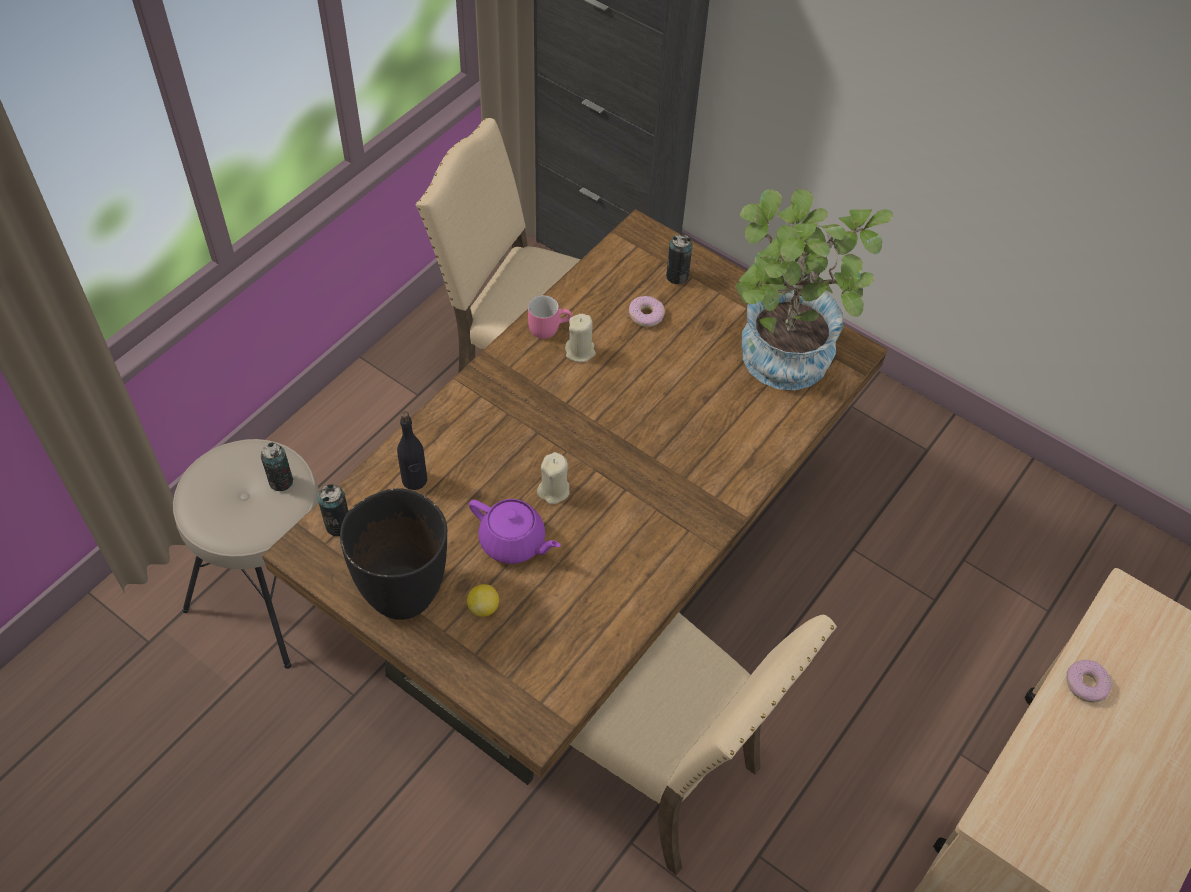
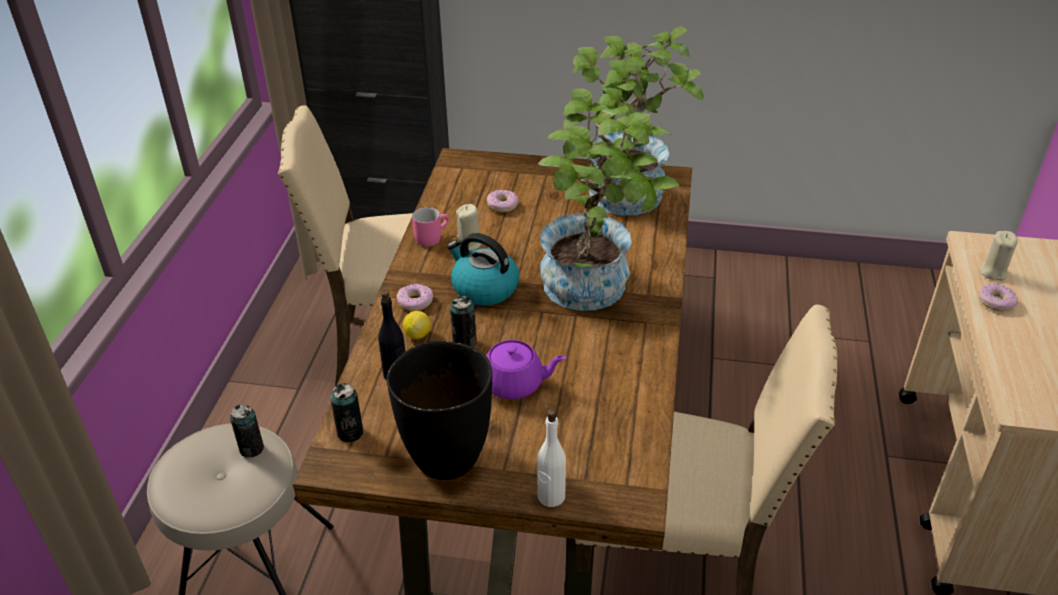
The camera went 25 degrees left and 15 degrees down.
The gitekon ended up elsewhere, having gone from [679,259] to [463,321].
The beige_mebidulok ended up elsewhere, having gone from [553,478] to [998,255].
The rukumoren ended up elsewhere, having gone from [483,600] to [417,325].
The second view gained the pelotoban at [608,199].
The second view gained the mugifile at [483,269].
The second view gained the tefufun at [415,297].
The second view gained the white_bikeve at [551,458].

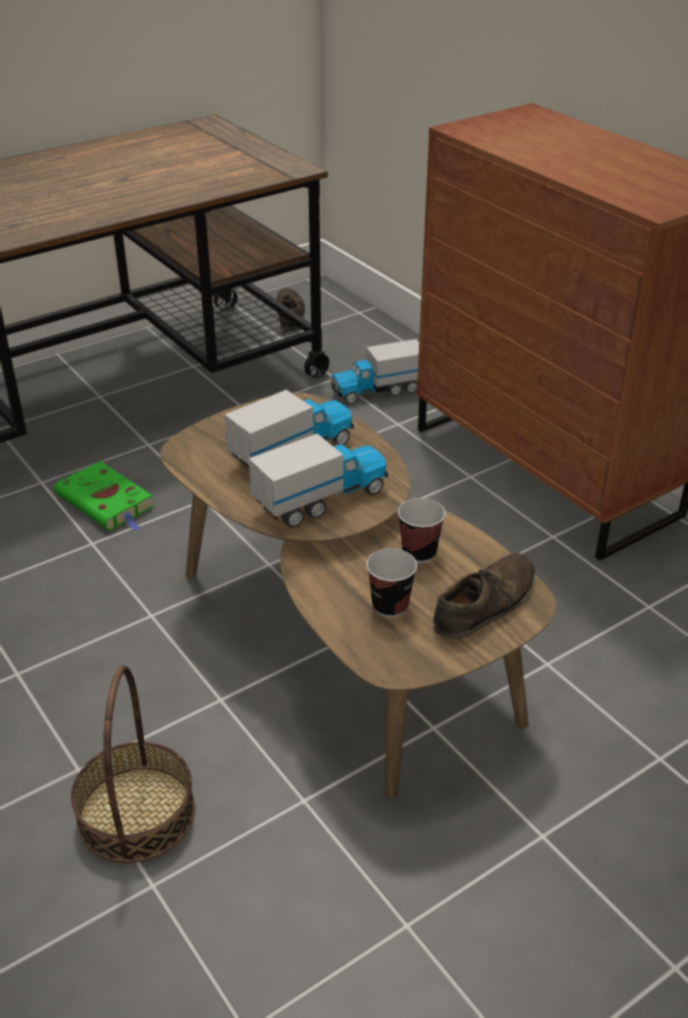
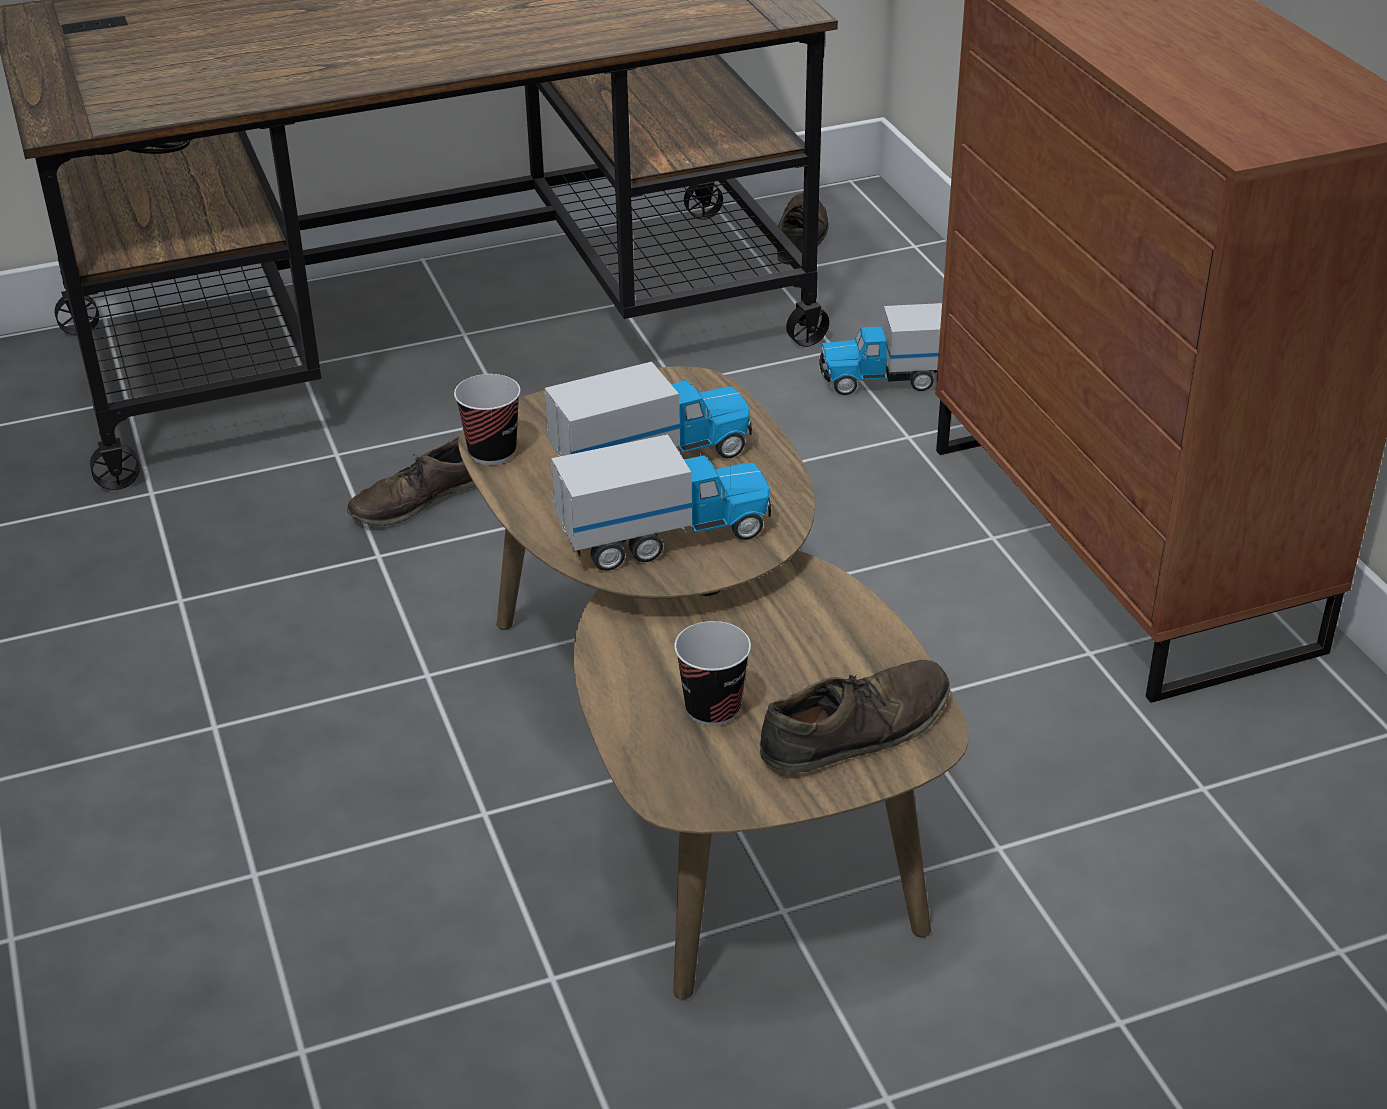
The camera went 15 degrees right and 0 degrees up.
Where the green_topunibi stood at [104,496], the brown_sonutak came to stand at [411,481].
The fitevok ended up elsewhere, having gone from [421,530] to [487,419].
The second view lost the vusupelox at [133,764].

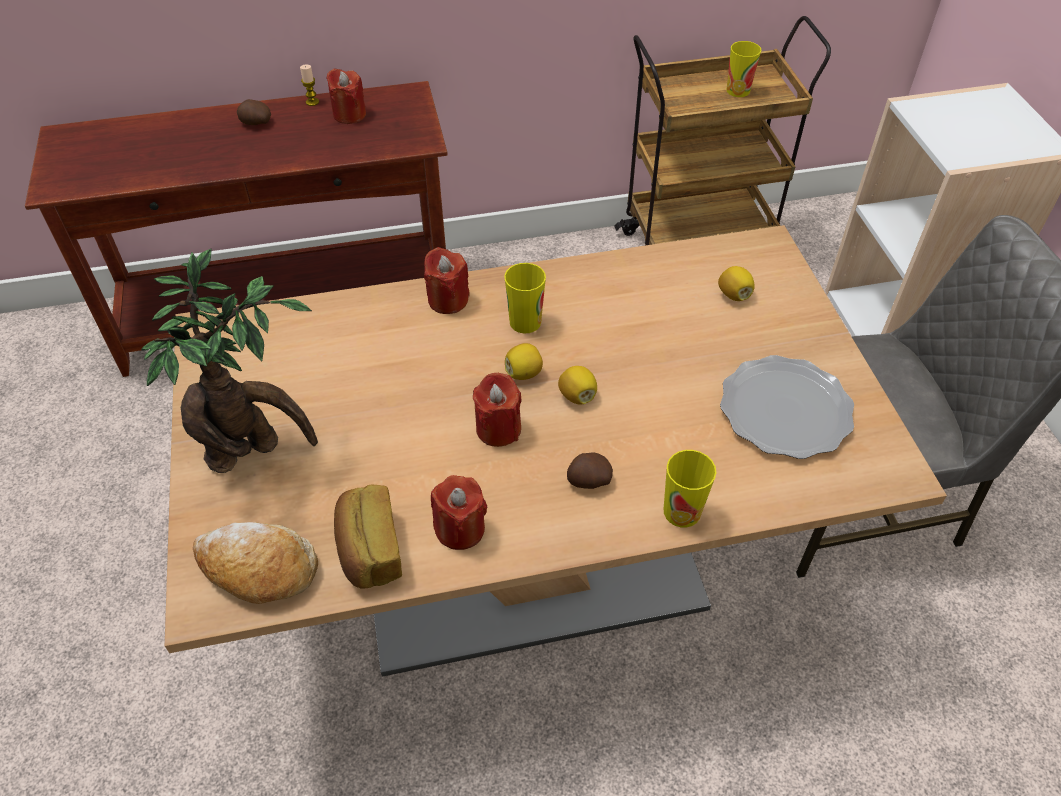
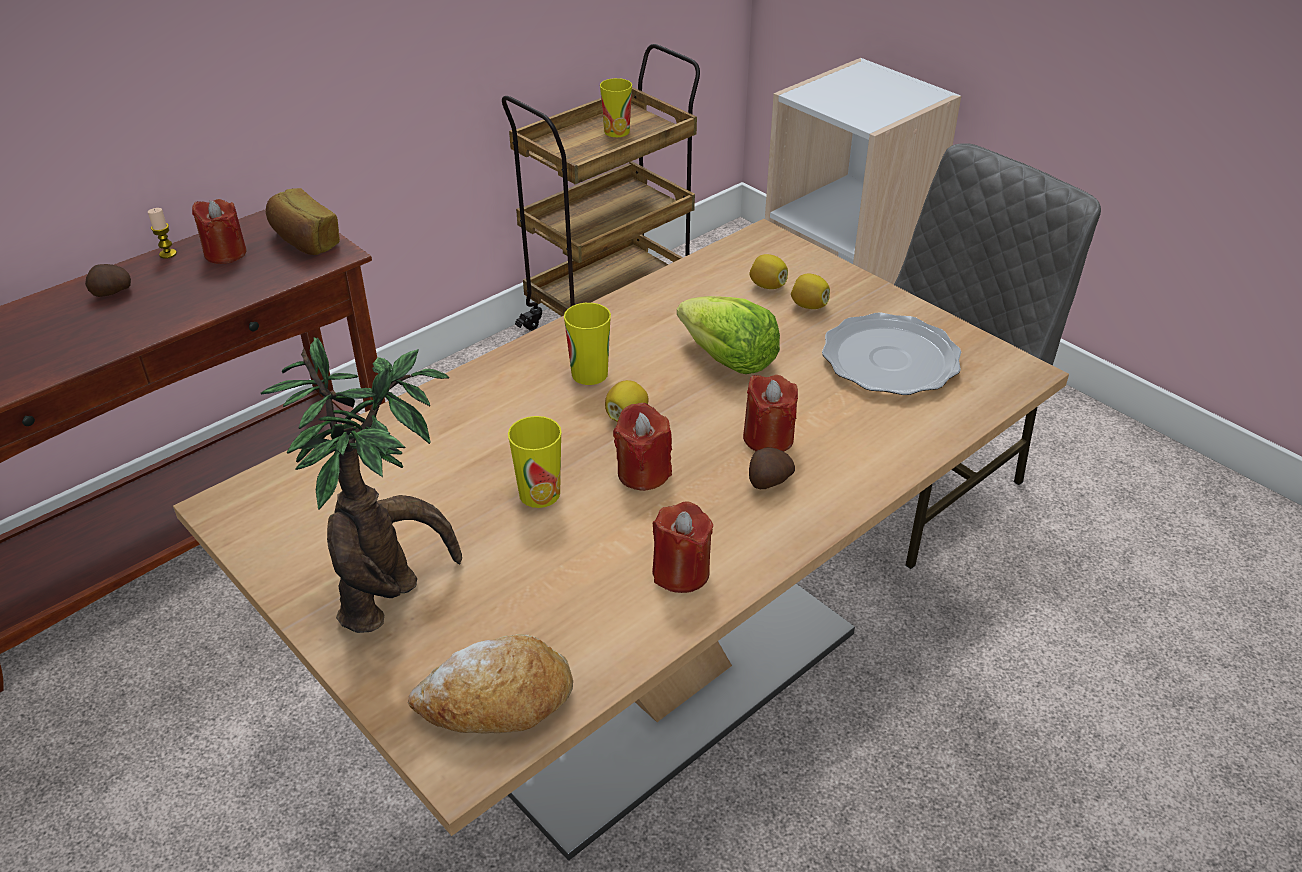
The camera went 30 degrees left and 10 degrees down.
The red_mebidulok ended up elsewhere, having gone from [447,280] to [770,413].
The rukumoren ended up elsewhere, having gone from [577,385] to [810,291].
The fitevok ended up elsewhere, having gone from [690,489] to [535,462].
The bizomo ended up elsewhere, having gone from [368,536] to [303,221].
The second view gained the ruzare at [728,335].

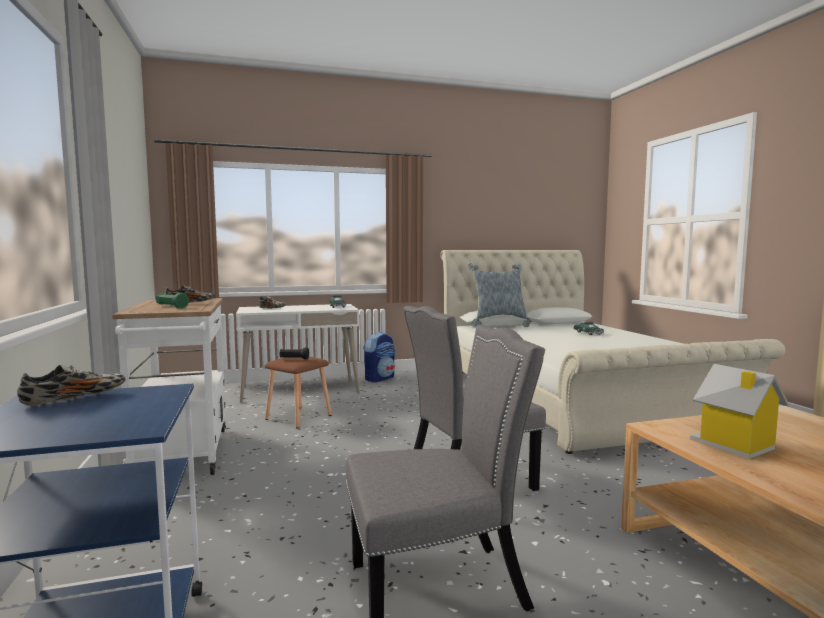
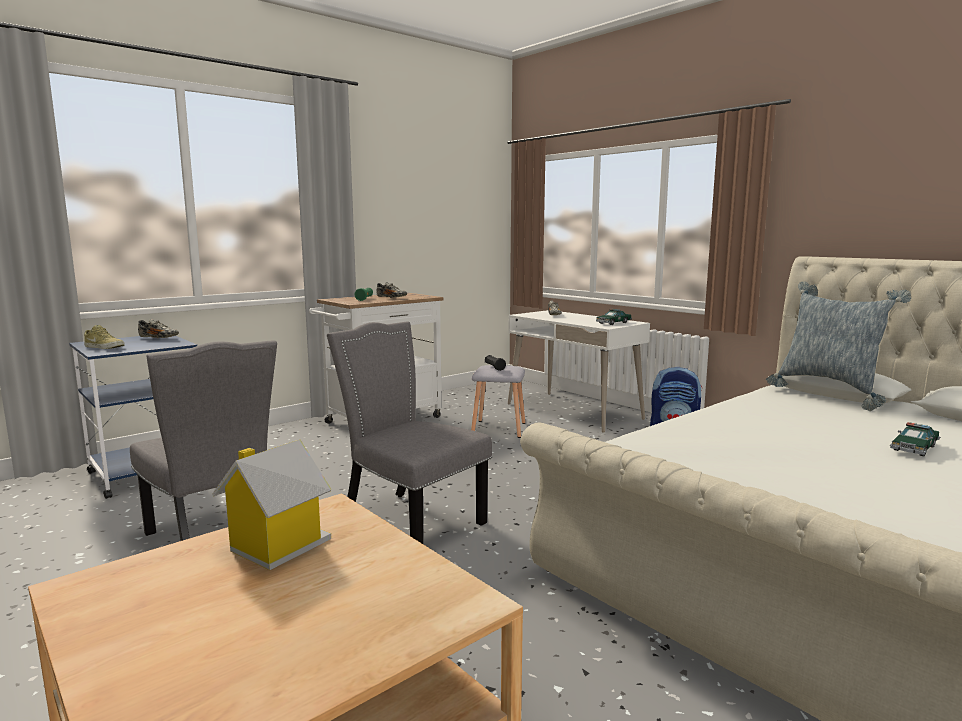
The camera went 65 degrees right and 5 degrees up.
What was the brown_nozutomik at [298,393] turned into the grey_nozutomik at [498,401].
The second view gained the beige_sonutak at [104,337].

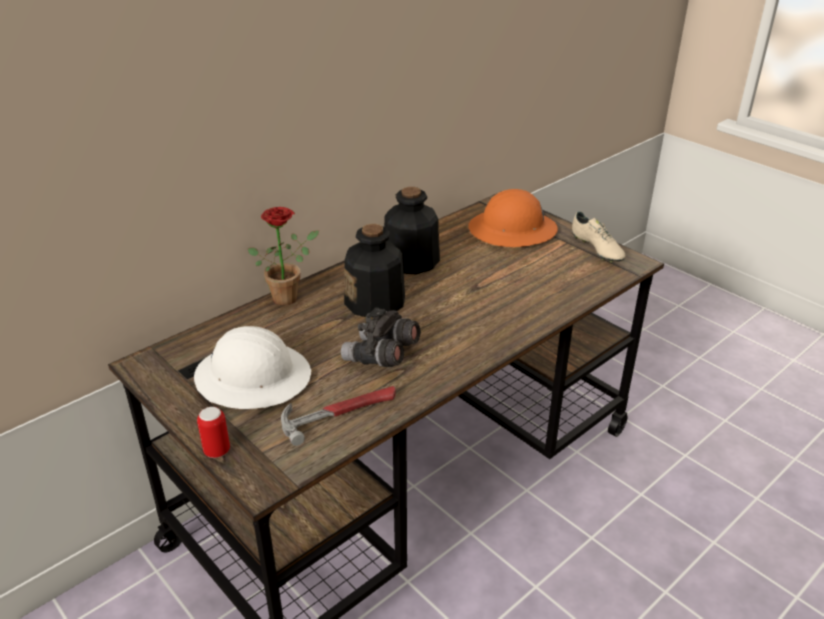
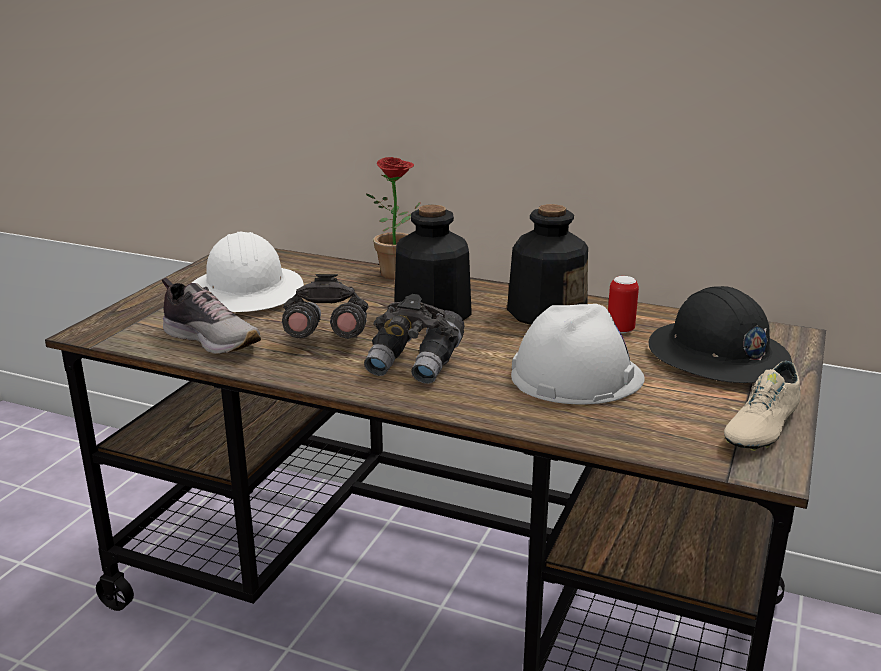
The camera went 65 degrees right and 10 degrees down.
What was the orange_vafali at [513,218] turned into the black_vafali at [720,334].
Where the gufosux stood at [338,416], the sonutak came to stand at [211,316].
The gitekon ended up elsewhere, having gone from [213,432] to [623,305].
The second view gained the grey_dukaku at [414,339].
The second view gained the white_vafali at [578,354].

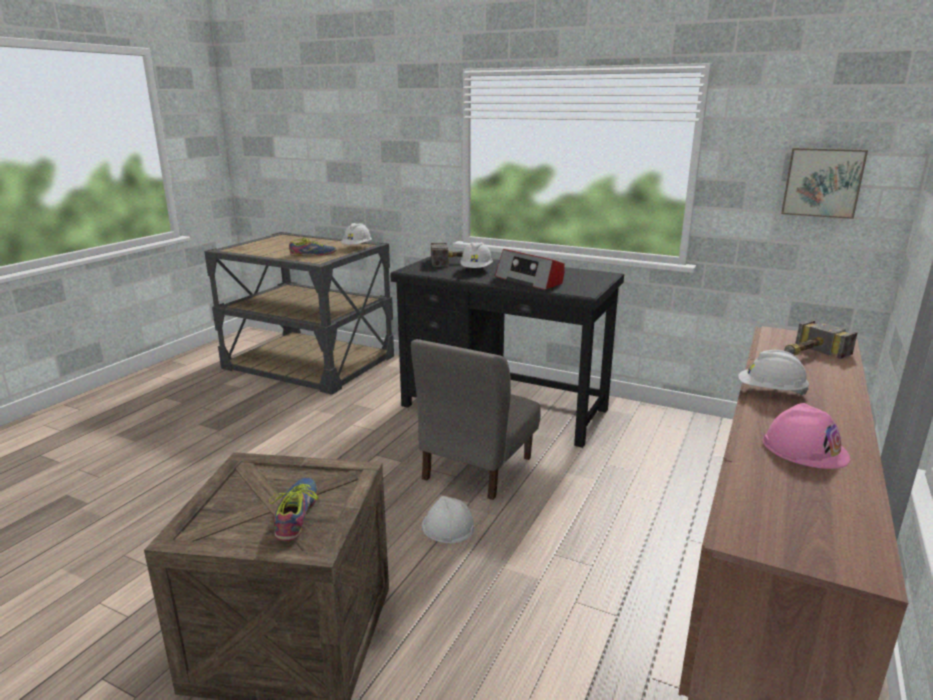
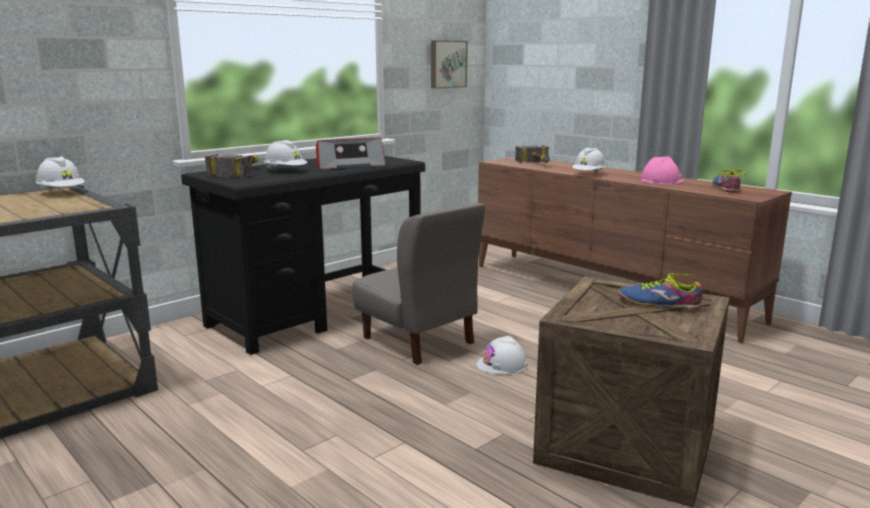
The camera went 70 degrees left and 5 degrees down.
The sonutak ended up elsewhere, having gone from [312,246] to [729,181].

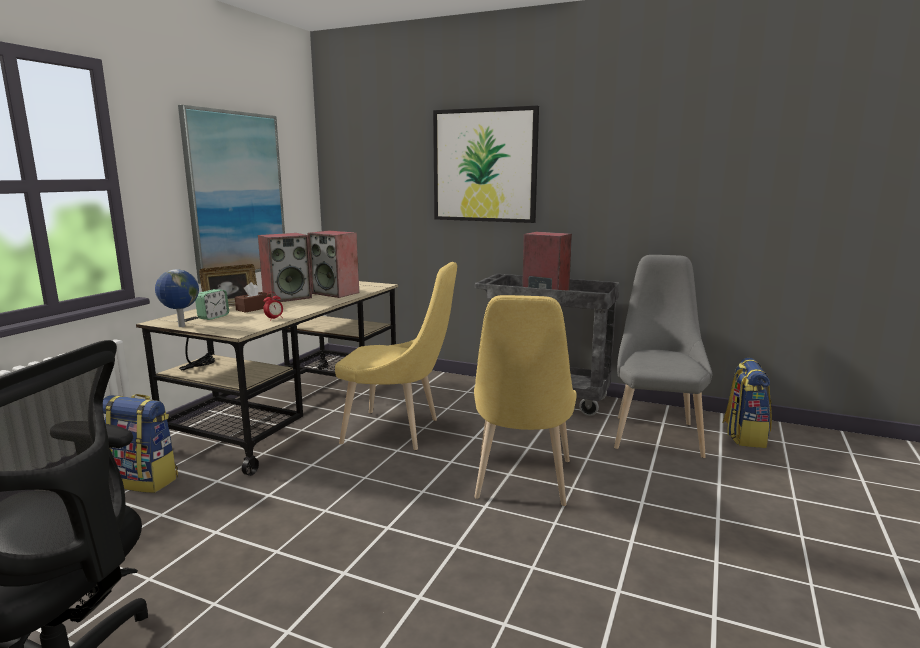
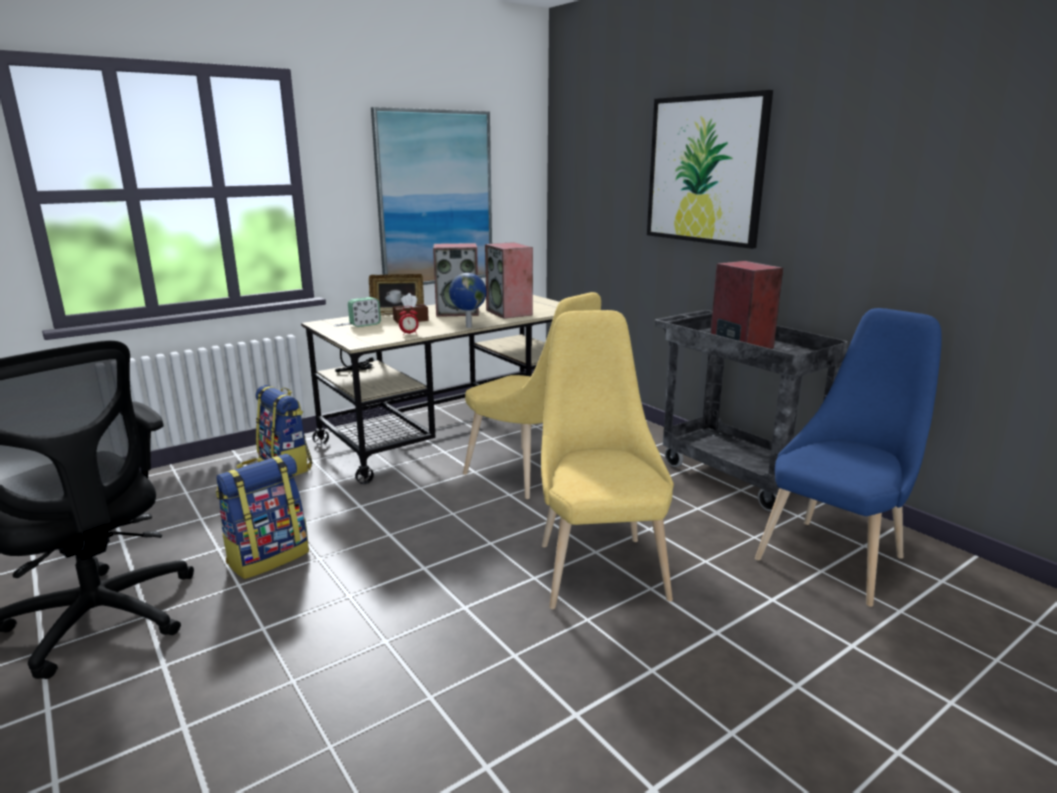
The camera went 30 degrees right and 5 degrees up.
What was the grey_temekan at [663,356] turned into the blue_temekan at [848,457].
The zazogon ended up elsewhere, having gone from [177,298] to [467,300].
The yellow_temekan at [525,400] ended up facing another way, 135 degrees clockwise from before.
The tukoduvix ended up elsewhere, having gone from [747,403] to [262,516].

